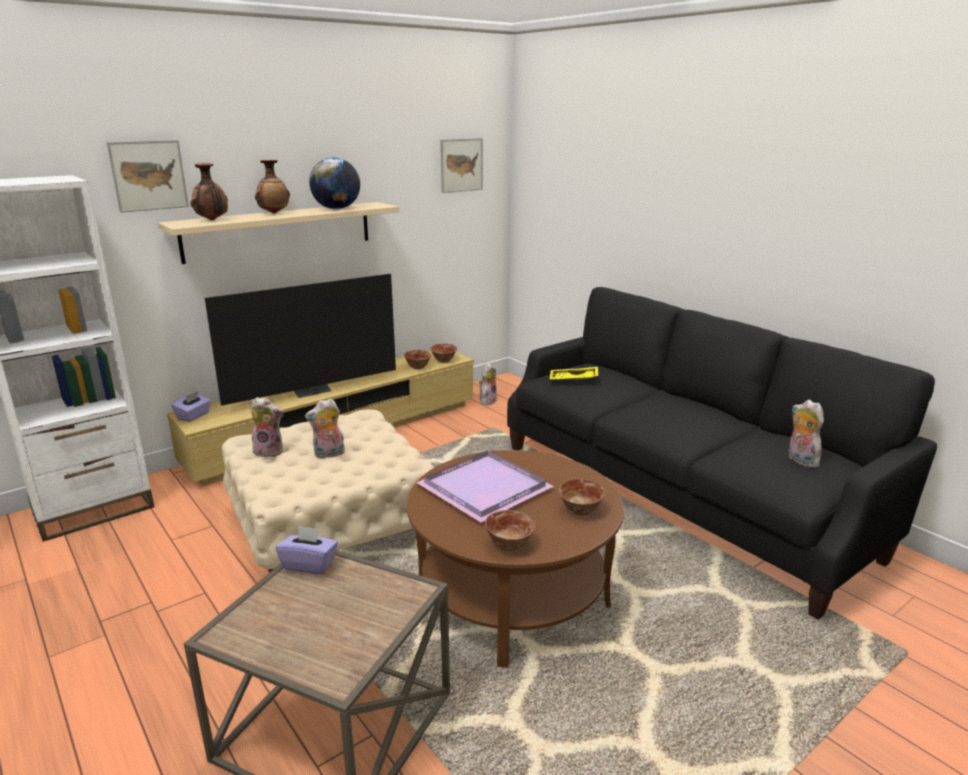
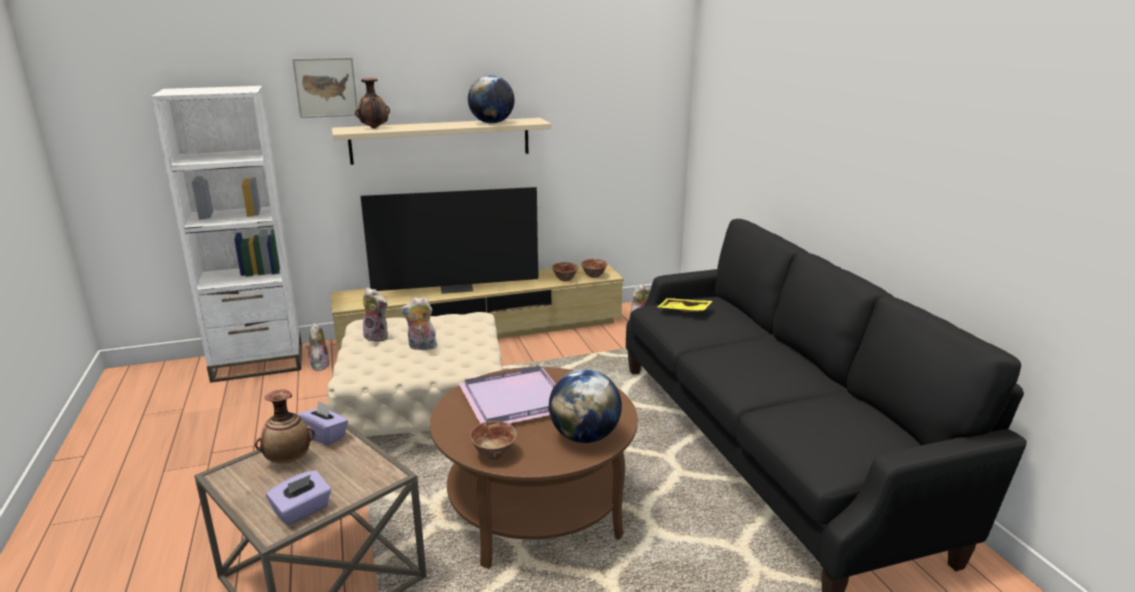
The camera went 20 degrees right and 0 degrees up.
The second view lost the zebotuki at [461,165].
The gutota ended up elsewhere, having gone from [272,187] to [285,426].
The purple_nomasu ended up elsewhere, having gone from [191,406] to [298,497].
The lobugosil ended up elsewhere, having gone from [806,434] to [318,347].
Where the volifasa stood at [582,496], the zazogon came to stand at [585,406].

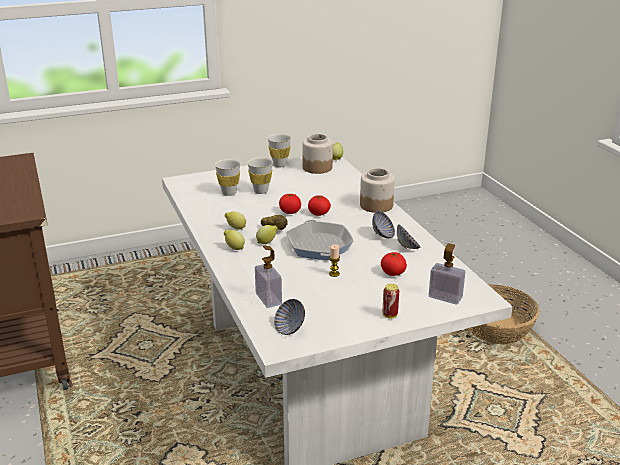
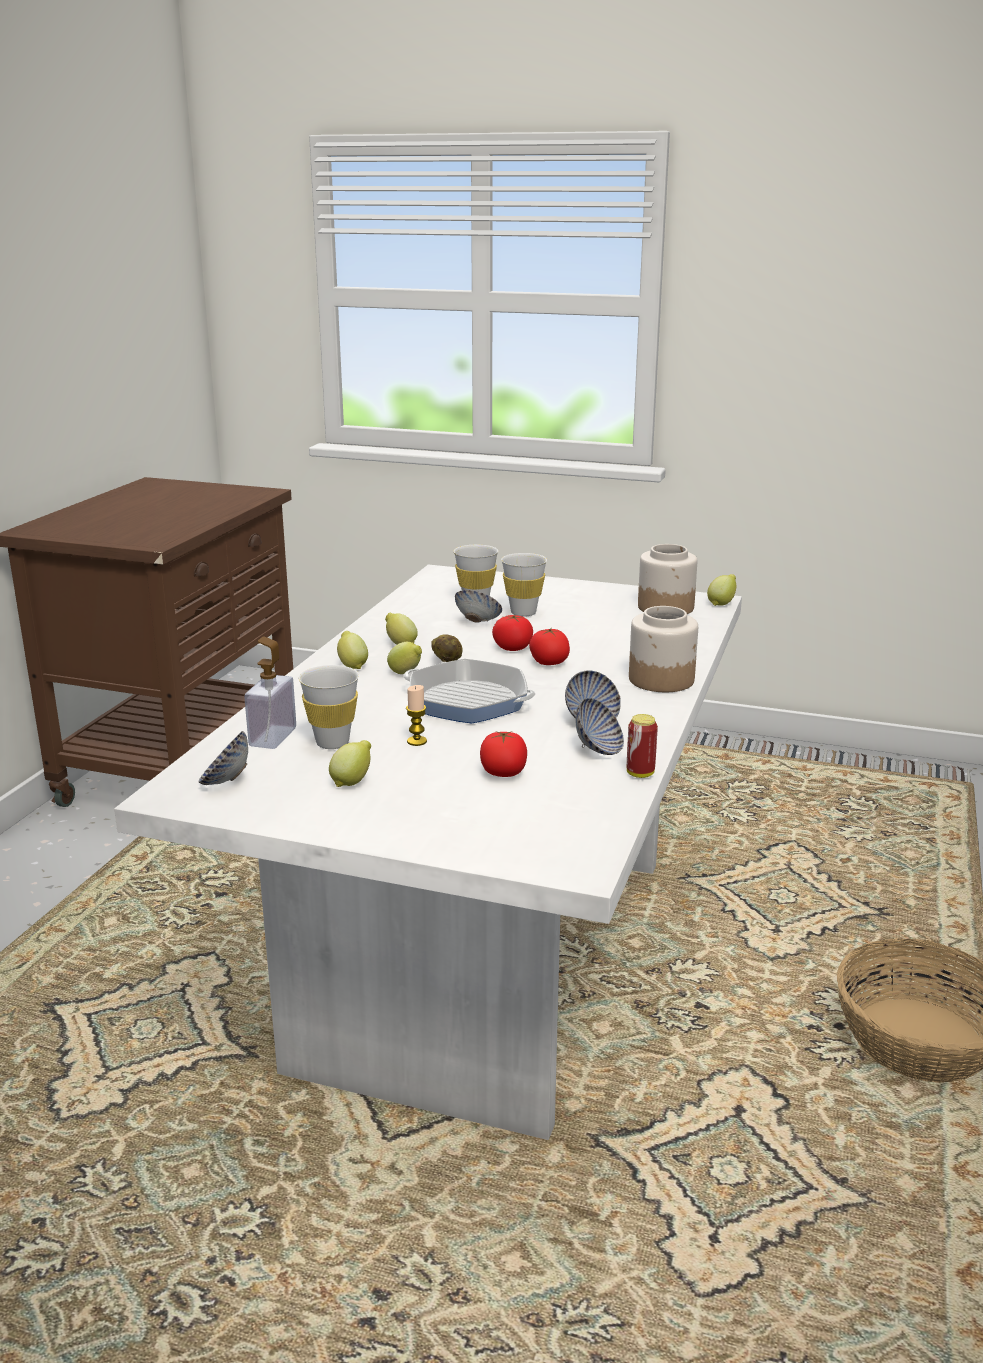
The camera went 40 degrees right and 5 degrees down.
The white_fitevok ended up elsewhere, having gone from [279,150] to [329,707].
The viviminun at [319,240] ended up facing another way, 90 degrees clockwise from before.
The second view lost the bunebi at [447,274].
The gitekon ended up elsewhere, having gone from [391,301] to [642,746].
The second view gained the volifasa at [478,606].
The second view gained the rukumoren at [350,763].

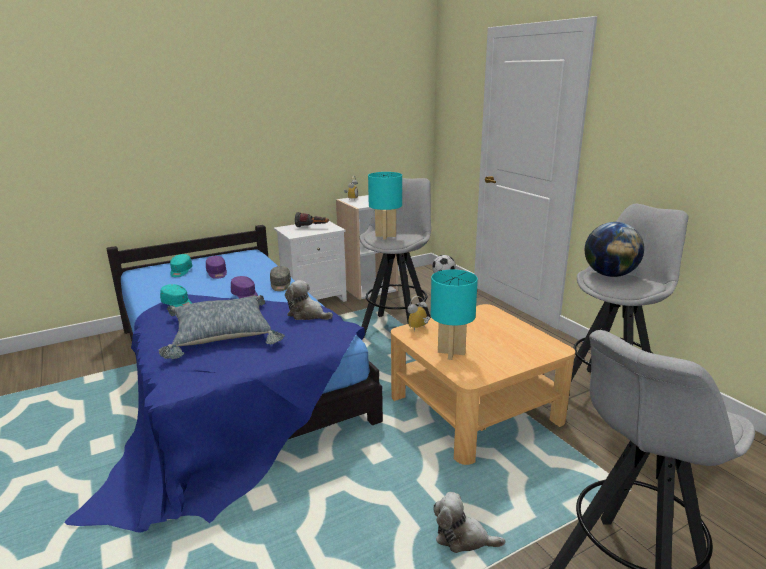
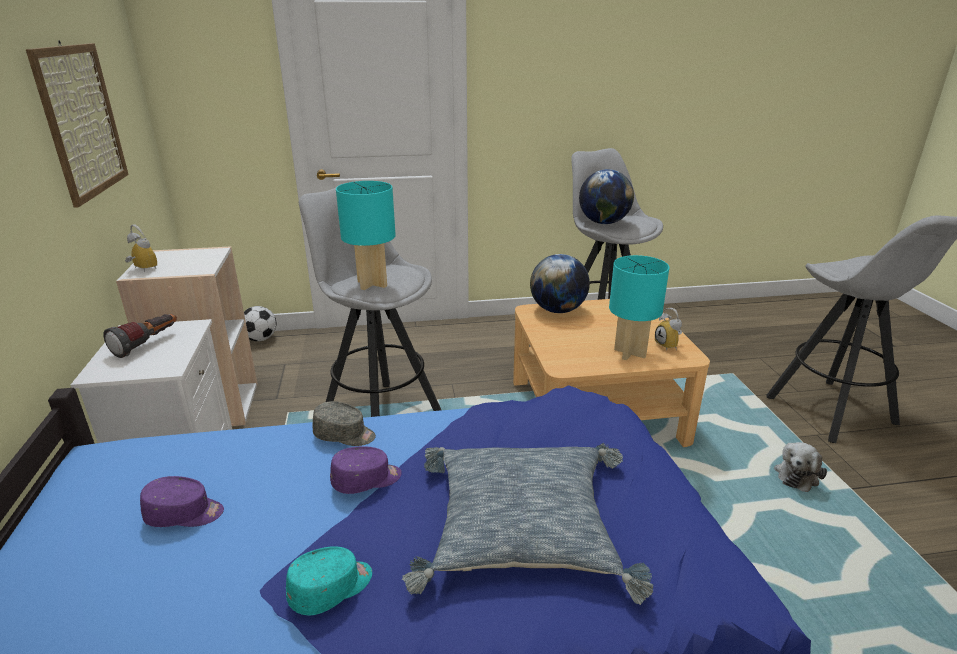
The camera went 70 degrees left and 5 degrees up.
The second view lost the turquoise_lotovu at [181,265].
The second view lost the lobugosil at [309,300].
The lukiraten ended up elsewhere, having gone from [418,313] to [668,329].
The second view gained the zebotuki at [77,124].
The second view gained the zazogon at [560,283].

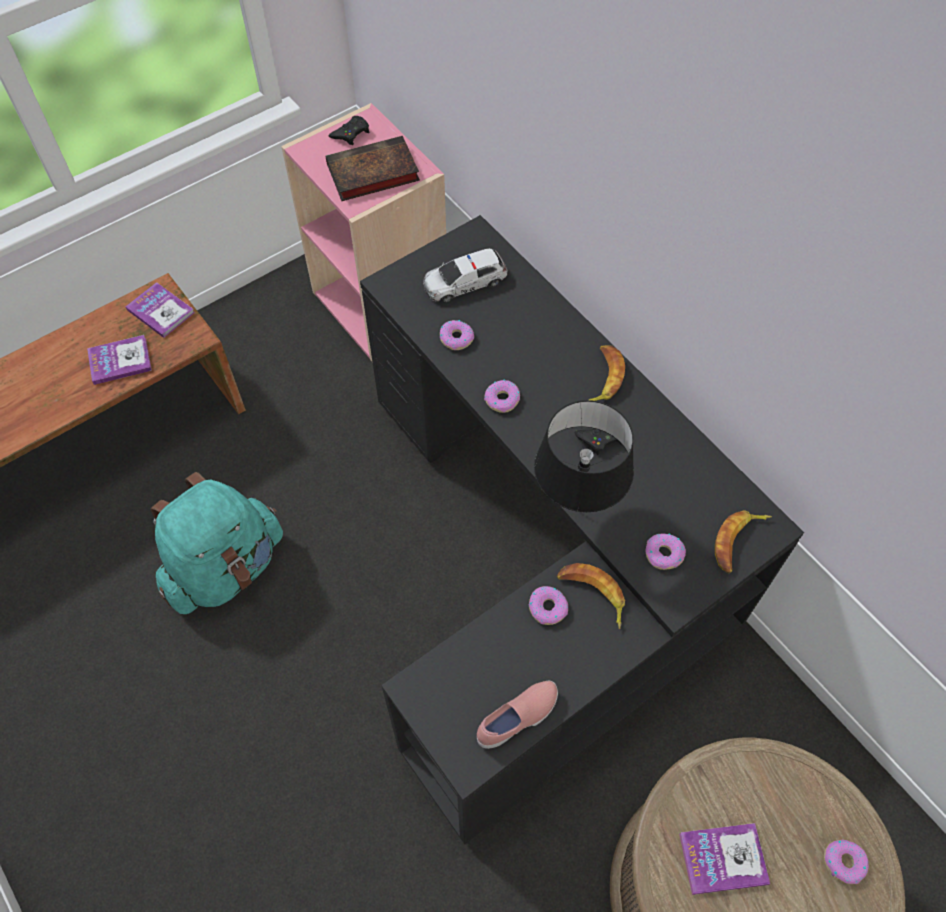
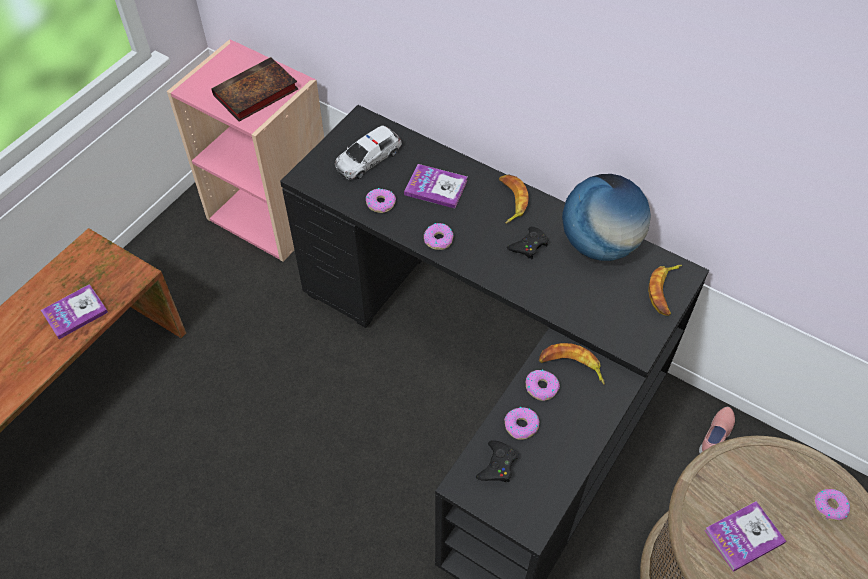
The camera went 20 degrees left and 5 degrees down.
The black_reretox ended up elsewhere, having gone from [349,130] to [497,461].
The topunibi ended up elsewhere, having gone from [160,310] to [436,186].
The second view lost the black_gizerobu at [584,456].
The second view lost the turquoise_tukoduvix at [217,543].
The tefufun ended up elsewhere, having gone from [665,551] to [521,423].
The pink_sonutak ended up elsewhere, having gone from [517,715] to [717,430].
The second view gained the zazogon at [606,217].

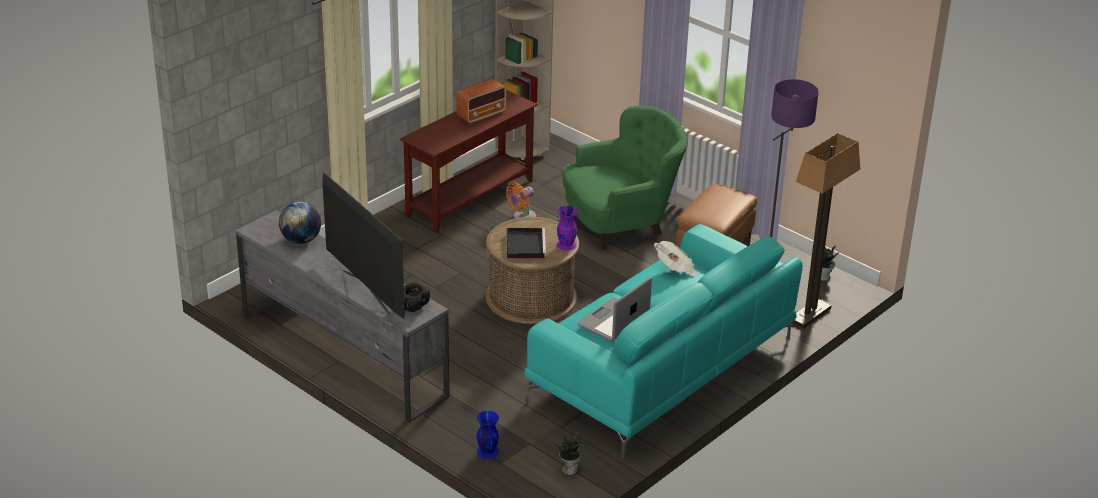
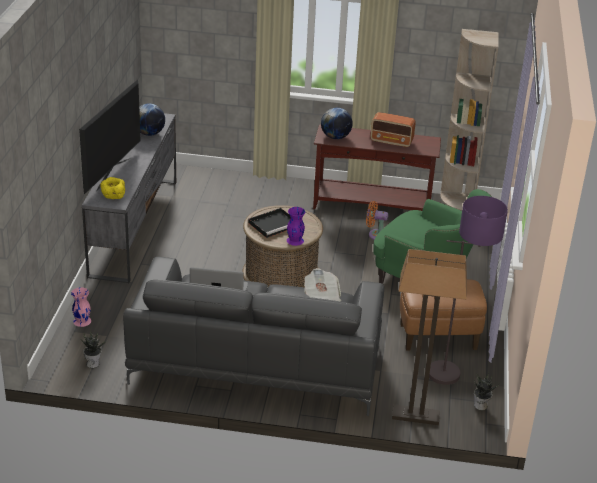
The camera went 55 degrees right and 0 degrees up.
What was the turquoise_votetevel at [663,341] turned into the grey_votetevel at [253,336].
What was the black_volifasa at [417,297] turned into the yellow_volifasa at [112,188].
What was the blue_gutota at [488,435] turned into the pink_gutota at [81,307].
The second view gained the zazogon at [337,123].

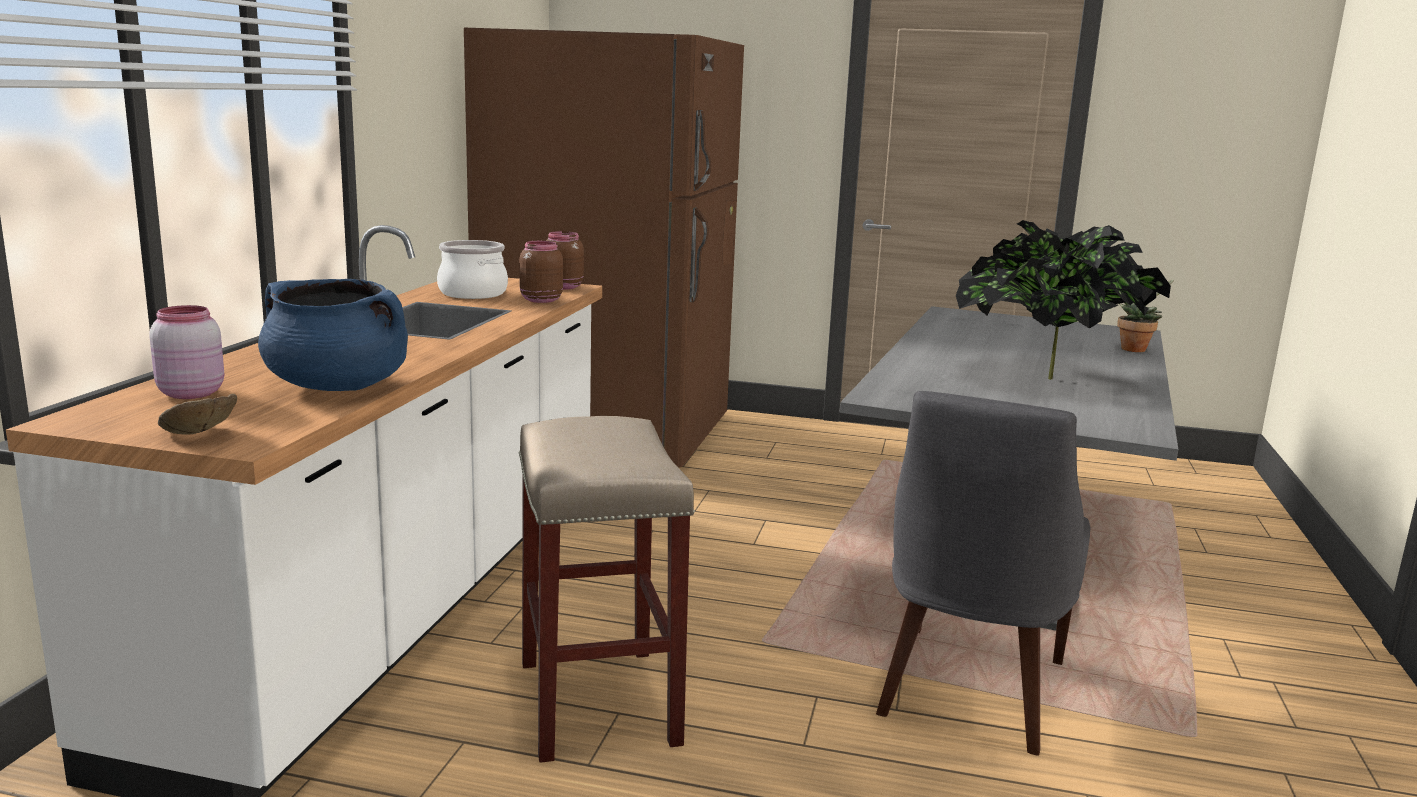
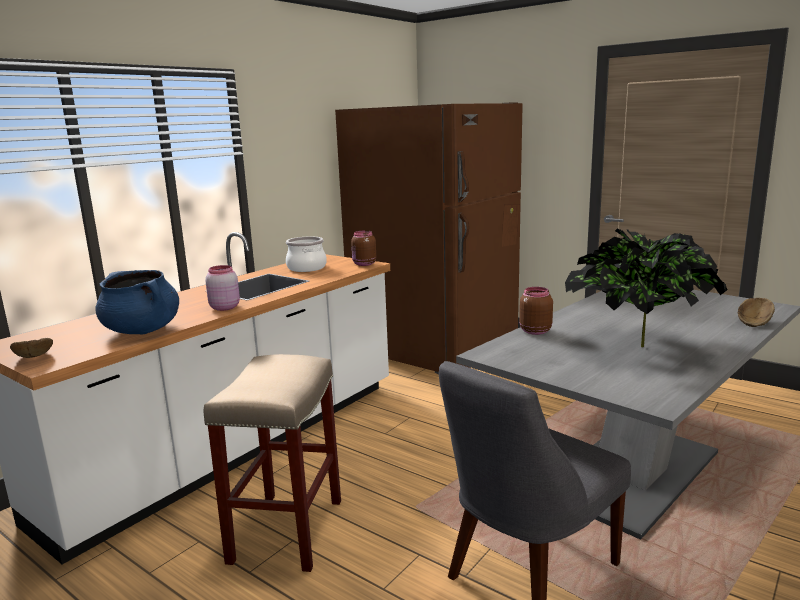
The camera went 25 degrees right and 0 degrees up.
The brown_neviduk ended up elsewhere, having gone from [541,272] to [536,311].
Where the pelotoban stood at [1145,316], the brown_volifasa came to stand at [756,312].
The pink_neviduk ended up elsewhere, having gone from [186,352] to [222,288].

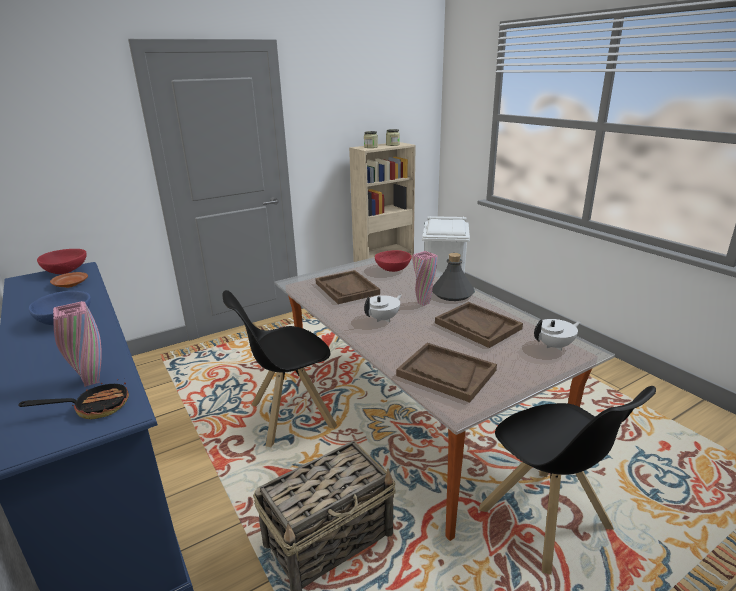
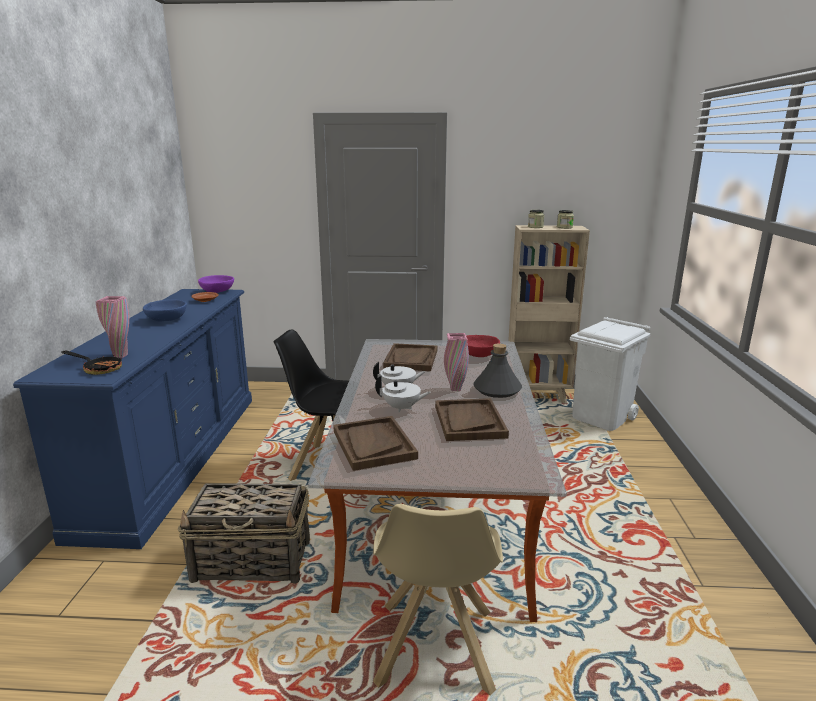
The camera went 35 degrees right and 5 degrees down.
What was the red_volifasa at [62,261] turned into the purple_volifasa at [216,284].
The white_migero ended up elsewhere, having gone from [557,335] to [403,393].
What was the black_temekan at [567,480] turned into the beige_temekan at [438,599].

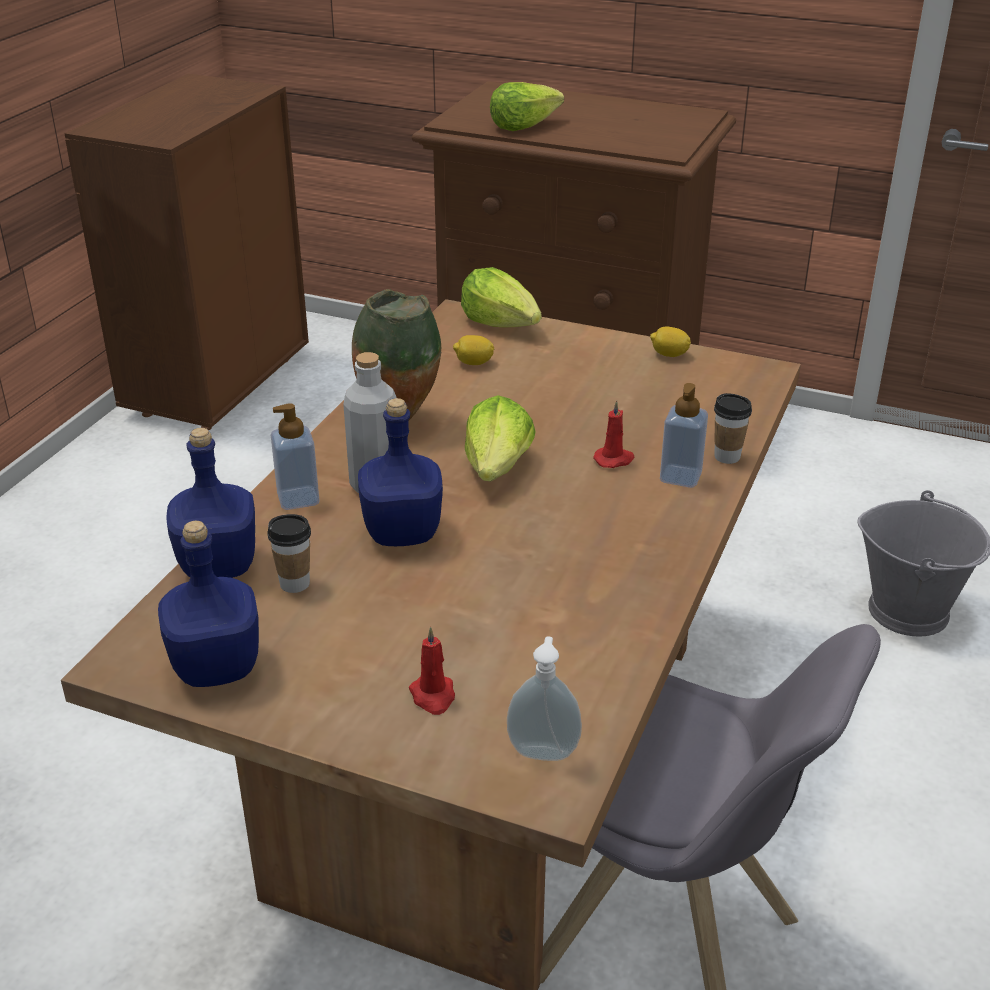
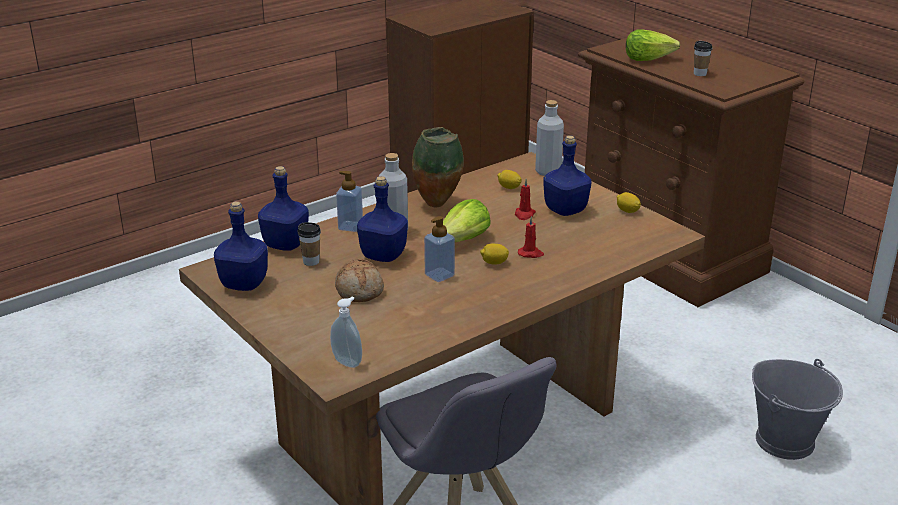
The camera went 30 degrees right and 5 degrees down.
Where the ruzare stood at [501,297], the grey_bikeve came to stand at [549,138].
The bunebi ended up elsewhere, having gone from [684,435] to [439,249].
The fitevok ended up elsewhere, having gone from [733,428] to [703,58].
The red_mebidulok ended up elsewhere, having gone from [432,671] to [525,199].
The second view gained the blue_bikeve at [567,175].
The second view gained the rukumoren at [494,254].
The second view gained the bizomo at [359,280].

